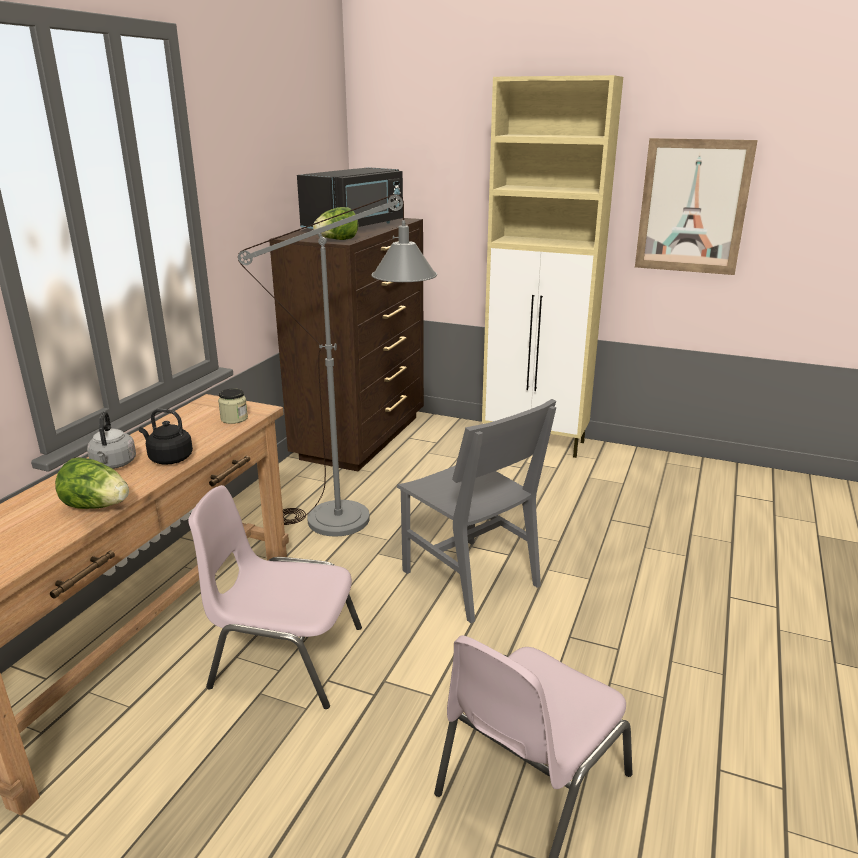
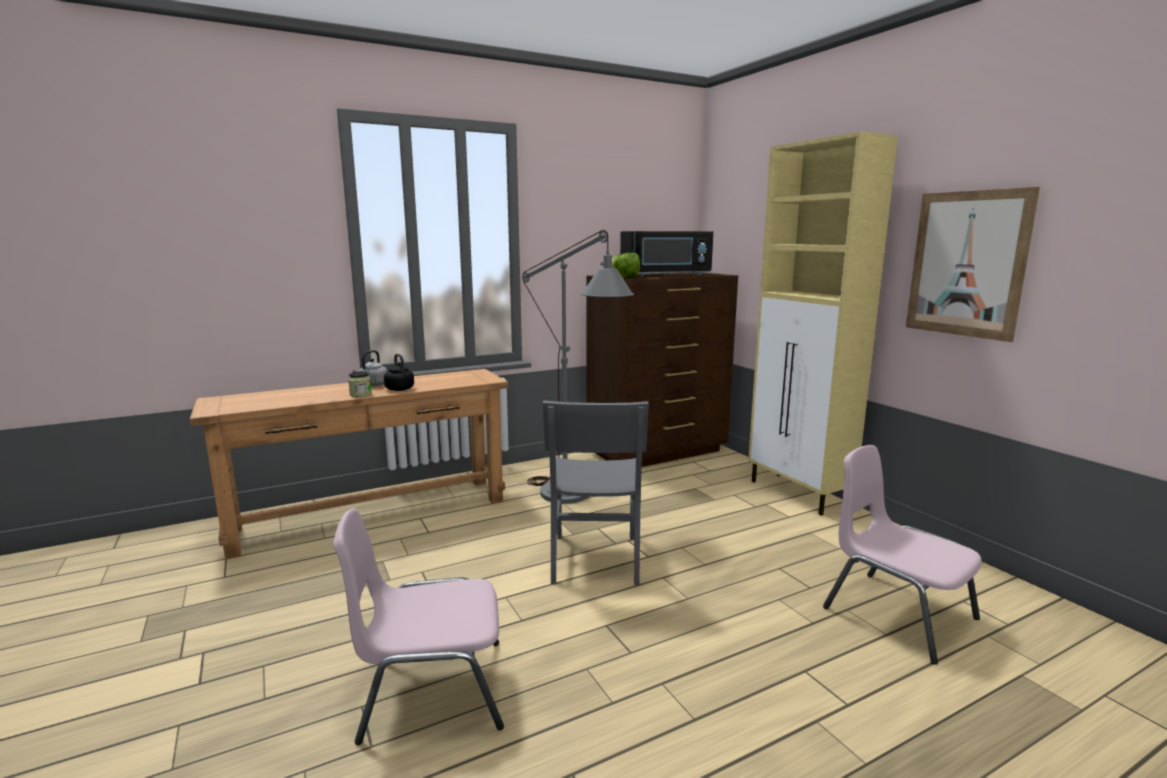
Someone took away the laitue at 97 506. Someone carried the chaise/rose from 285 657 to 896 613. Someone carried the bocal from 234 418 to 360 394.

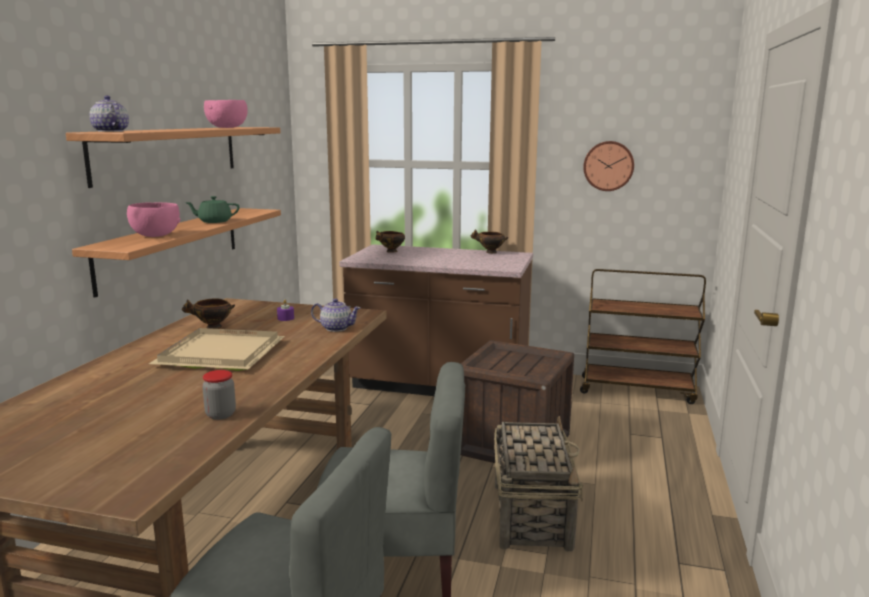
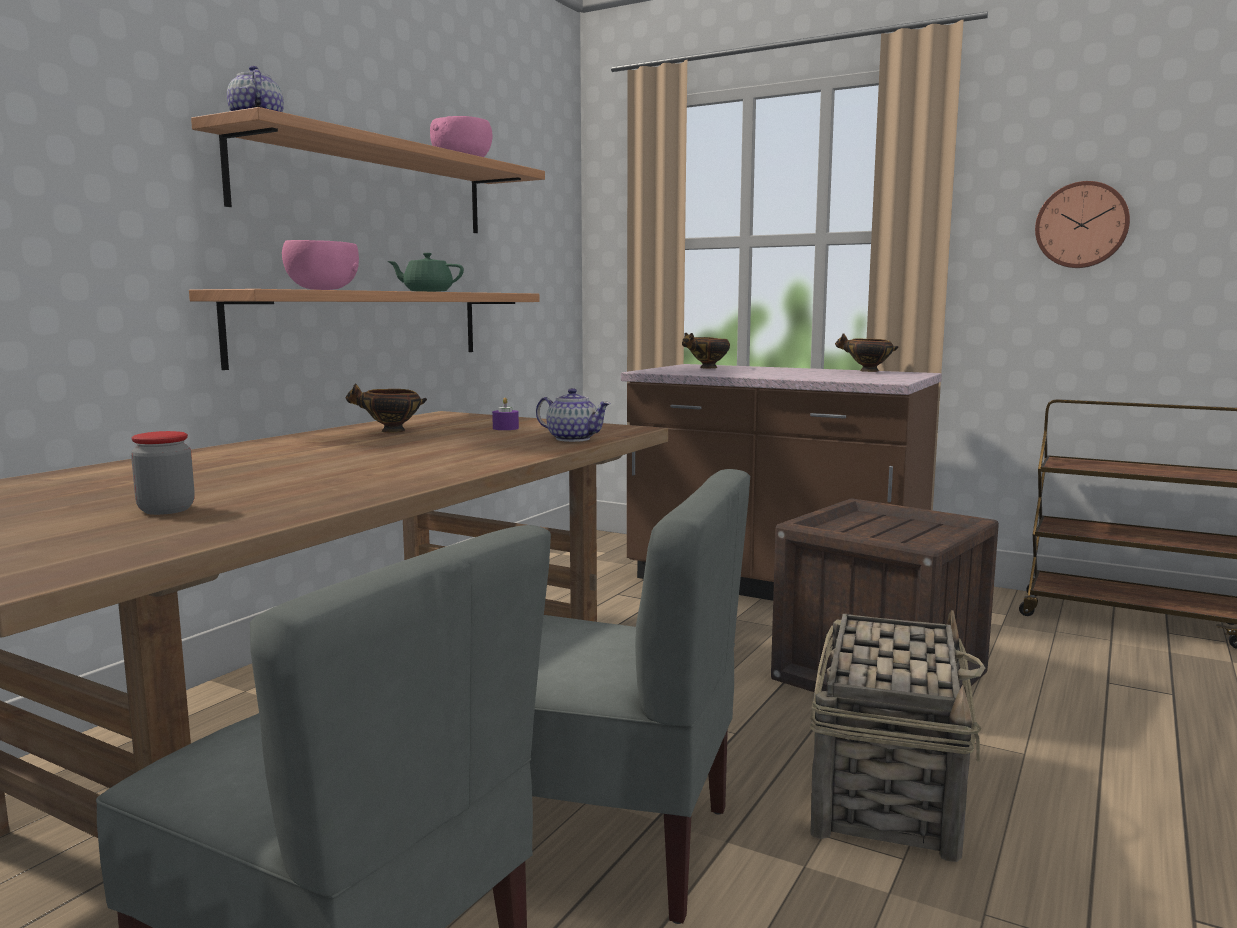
Someone took away the plateau/beige at 222 354. Someone carried the bocal from 220 414 to 166 510.

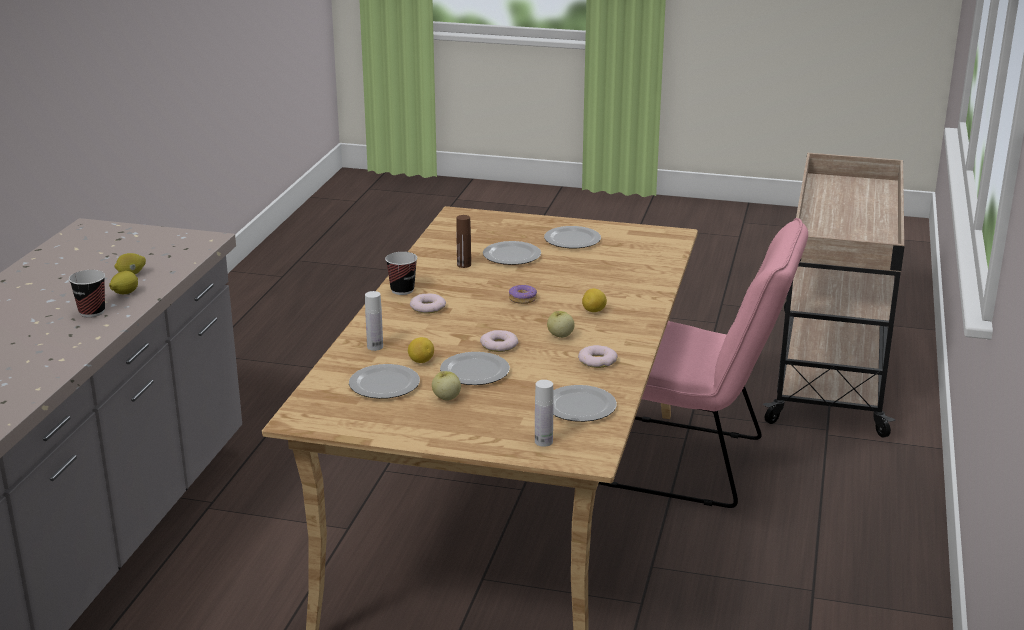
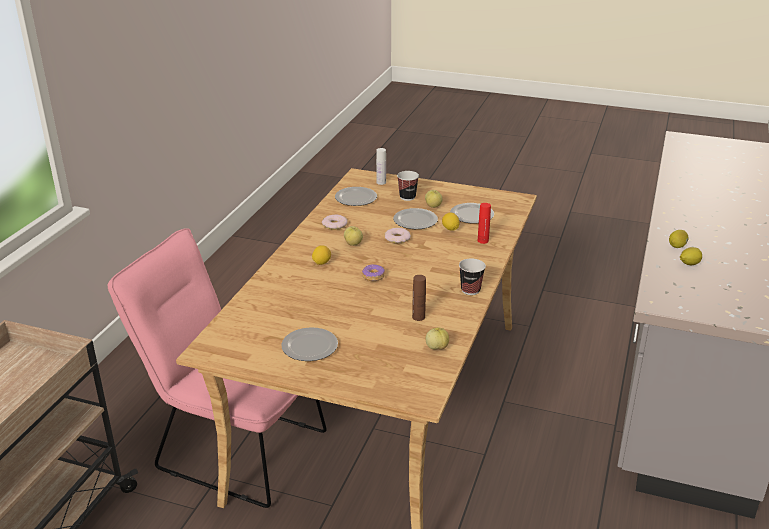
Someone carried the tasse from 92 312 to 407 197. Someone repainted the bouteille/blanc at 375 347, which became the bouteille/rouge at 483 241. Someone took away the beignet at 427 307. Someone took away the assiette at 511 256. Someone put down the pomme at 437 347.

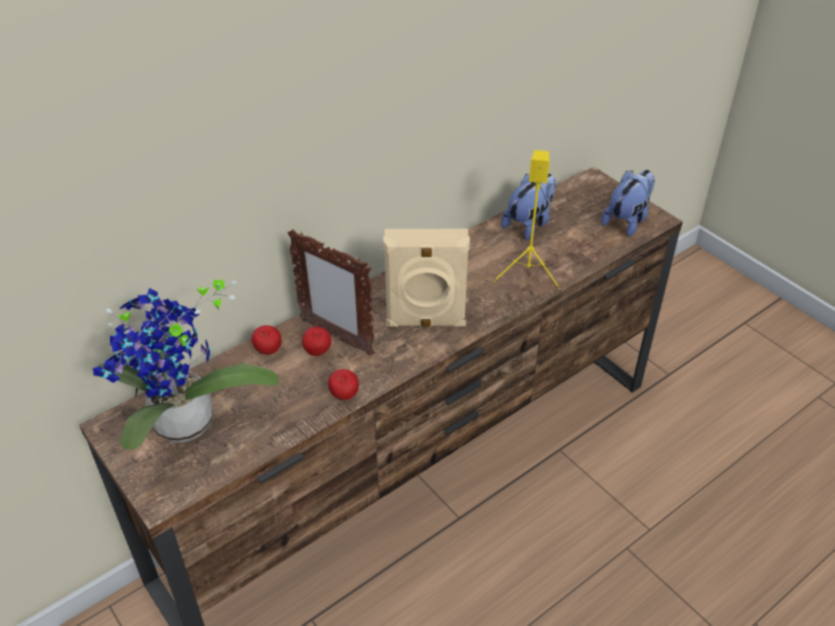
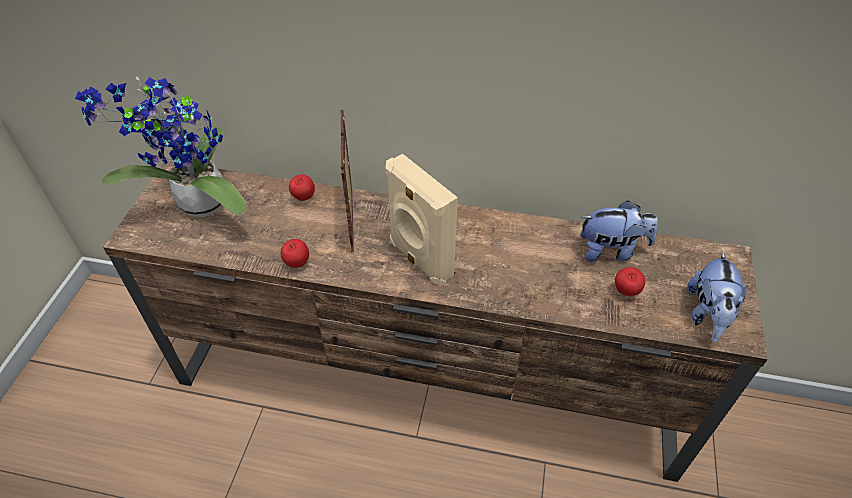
Someone carried the pomme from 318 353 to 625 292. Someone took away the enceinte/jaune at 529 272. Someone rotated the peluche at 627 220 by 105 degrees clockwise.

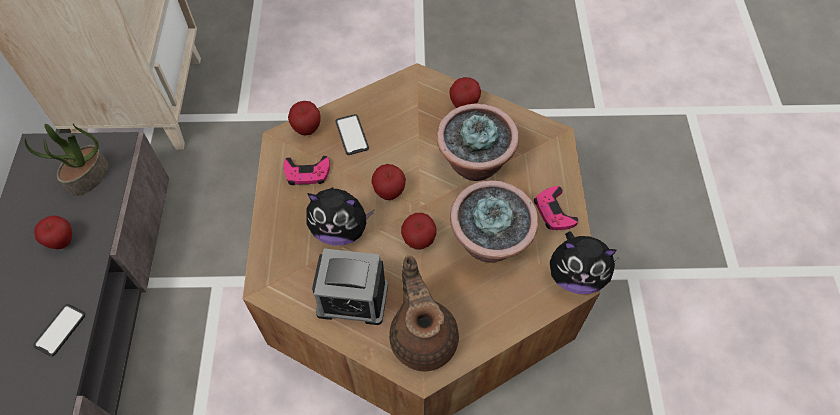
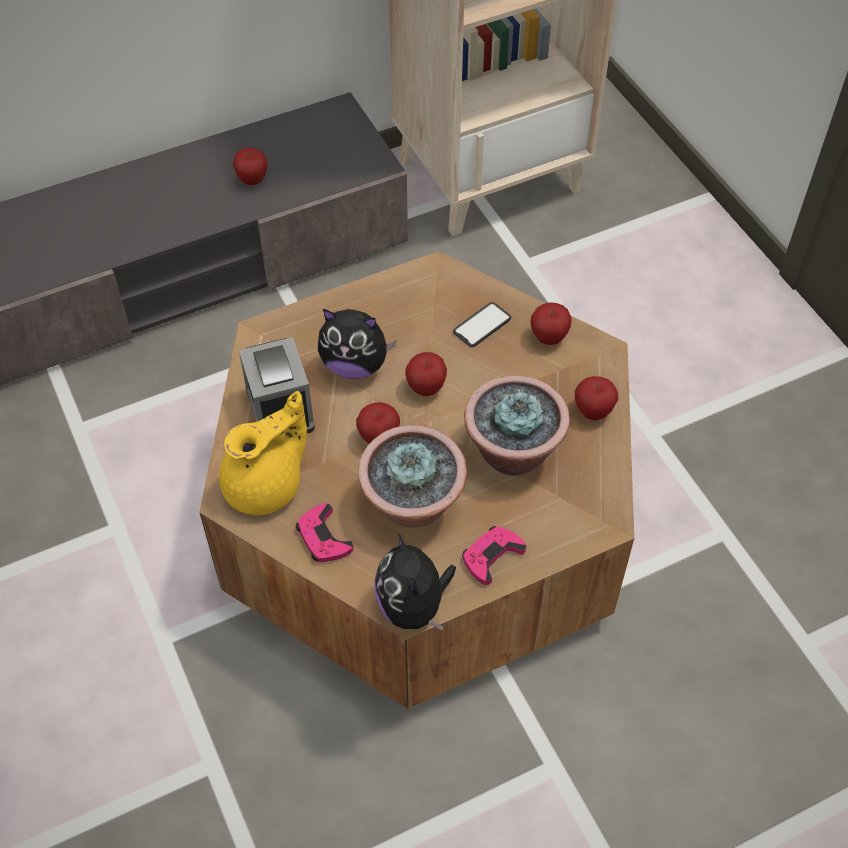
Someone took away the plante en pot at 88 178. Someone took away the téléphone at 60 330. Someone carried the manette/rose from 307 173 to 323 538. Someone carried the pomme from 307 129 to 548 338. Someone rotated the peluche at 340 230 by 60 degrees counterclockwise. Someone repainted the théière/marron at 423 337, which became the théière/jaune at 266 486.

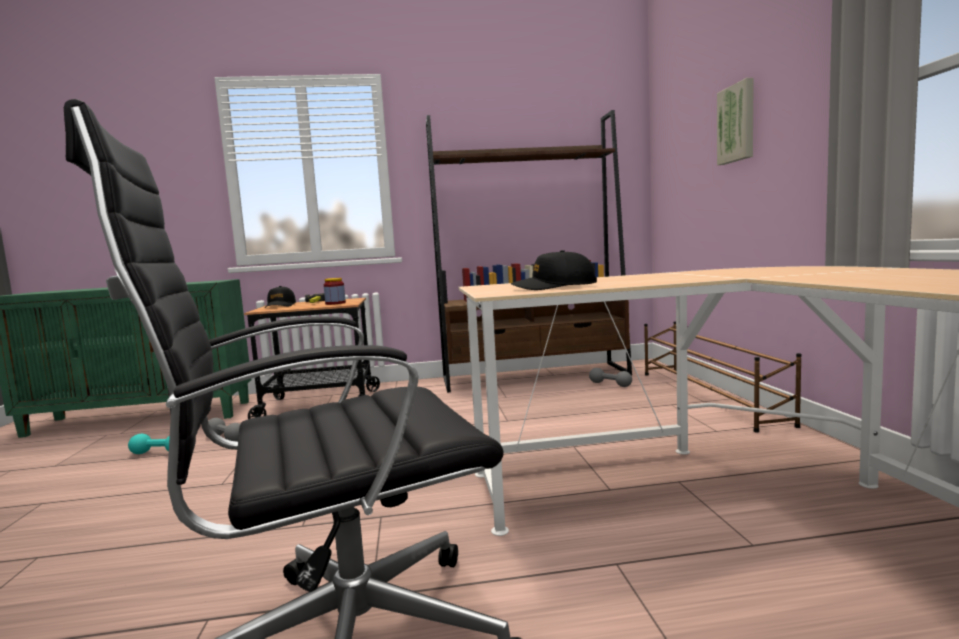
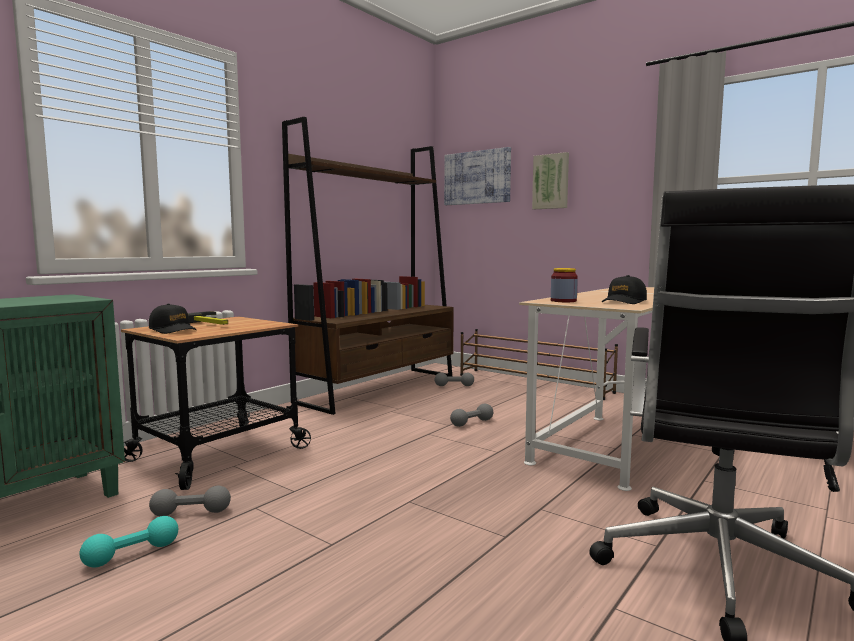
Someone carried the bocal from 335 303 to 563 301. Someone put up the tableau at 477 177. Someone put down the haltère/gris at 472 423.

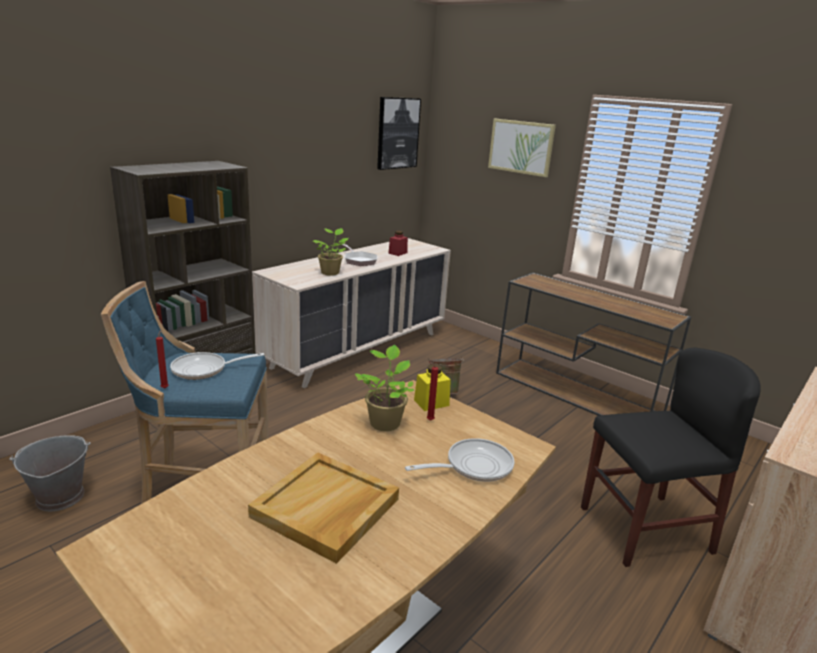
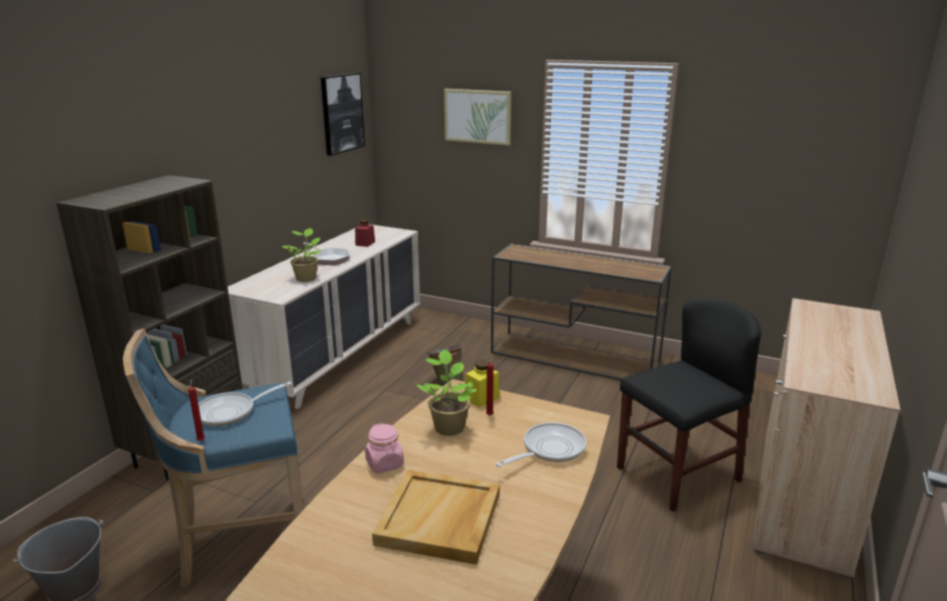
Someone put down the bocal/rose at 385 463.

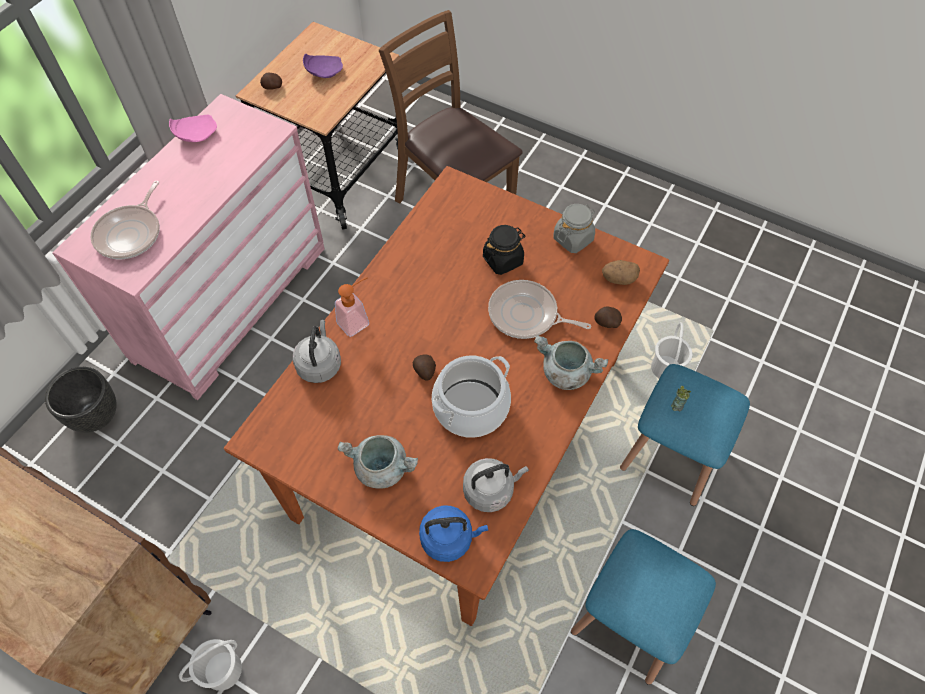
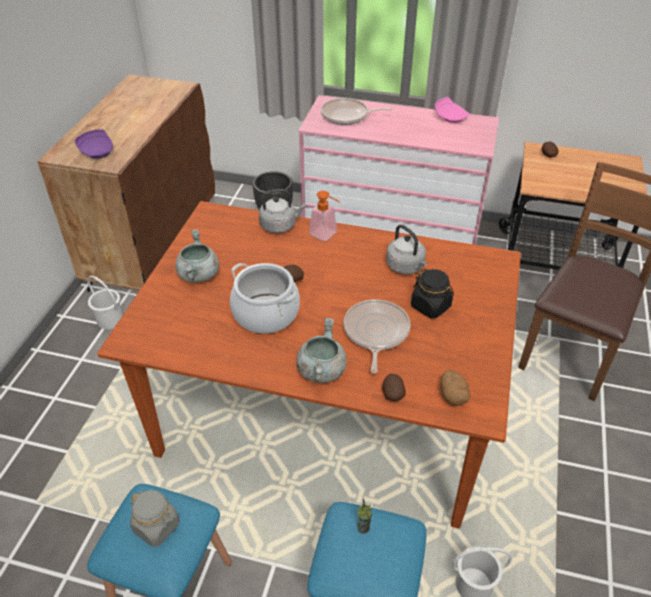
Someone carried the assiette/violet from 323 71 to 98 151. Someone took away the bouilloire/bleu at 449 538. Someone carried the bouilloire/gris from 491 490 to 406 267. Someone carried the bocal/gris from 573 239 to 157 526.

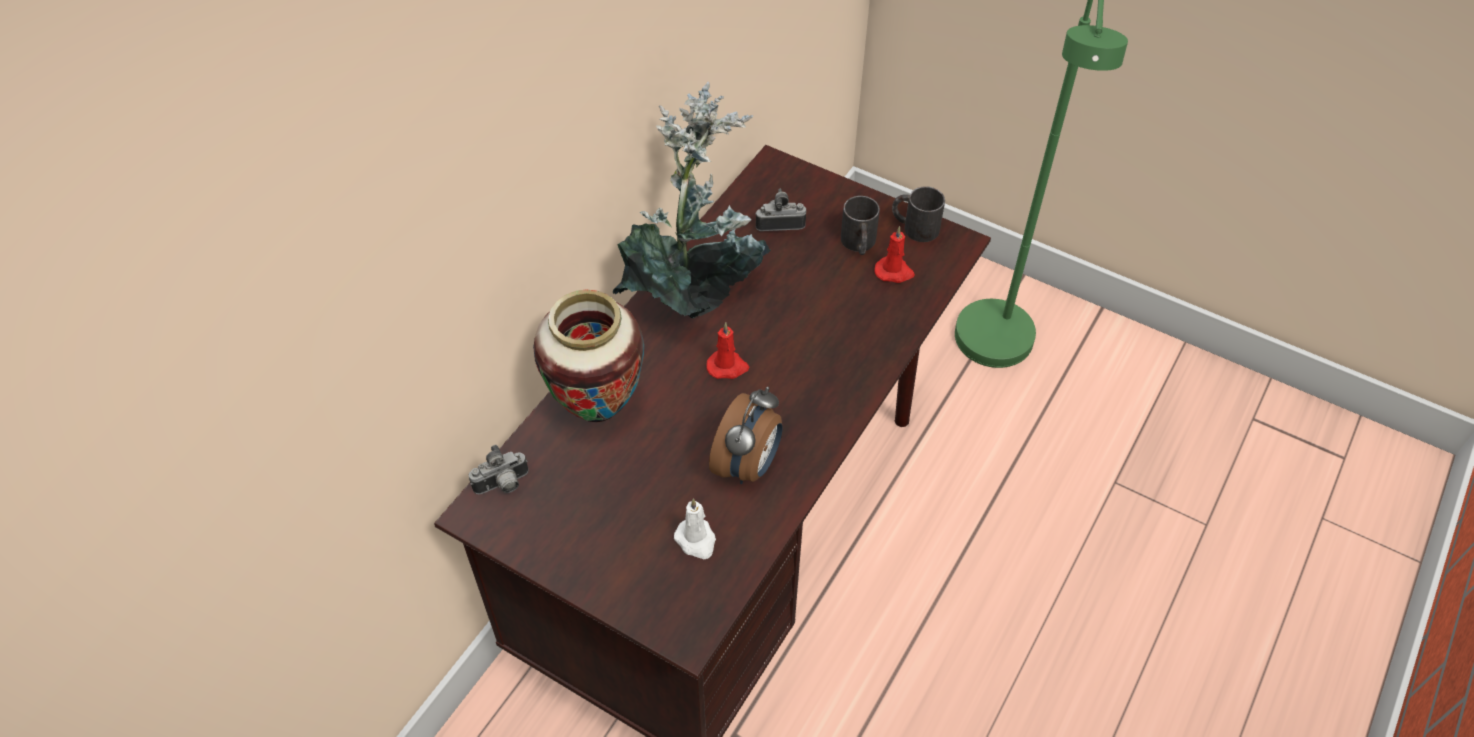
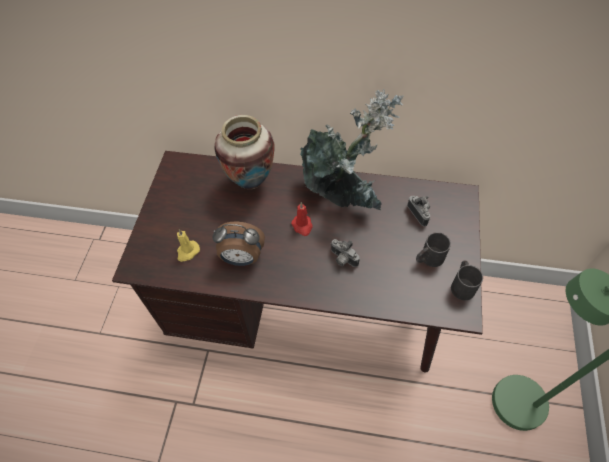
Someone carried the appareil photo from 503 485 to 342 259. Someone repainted the bougie/blanc at 696 540, which became the bougie/jaune at 187 252. Someone took away the bougie/rouge at 894 272.

